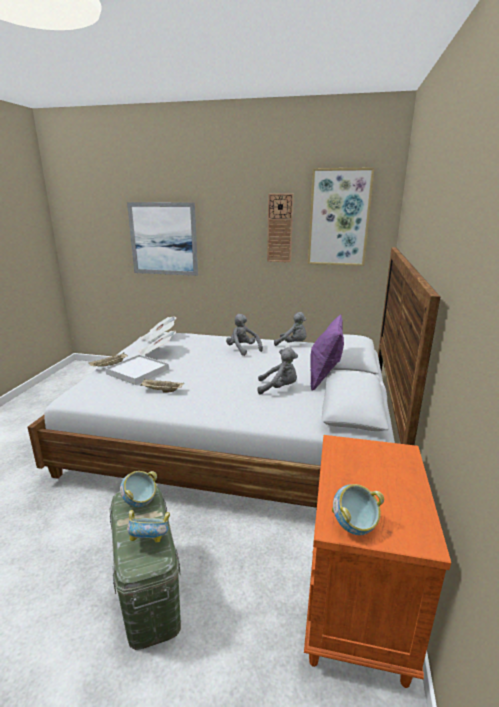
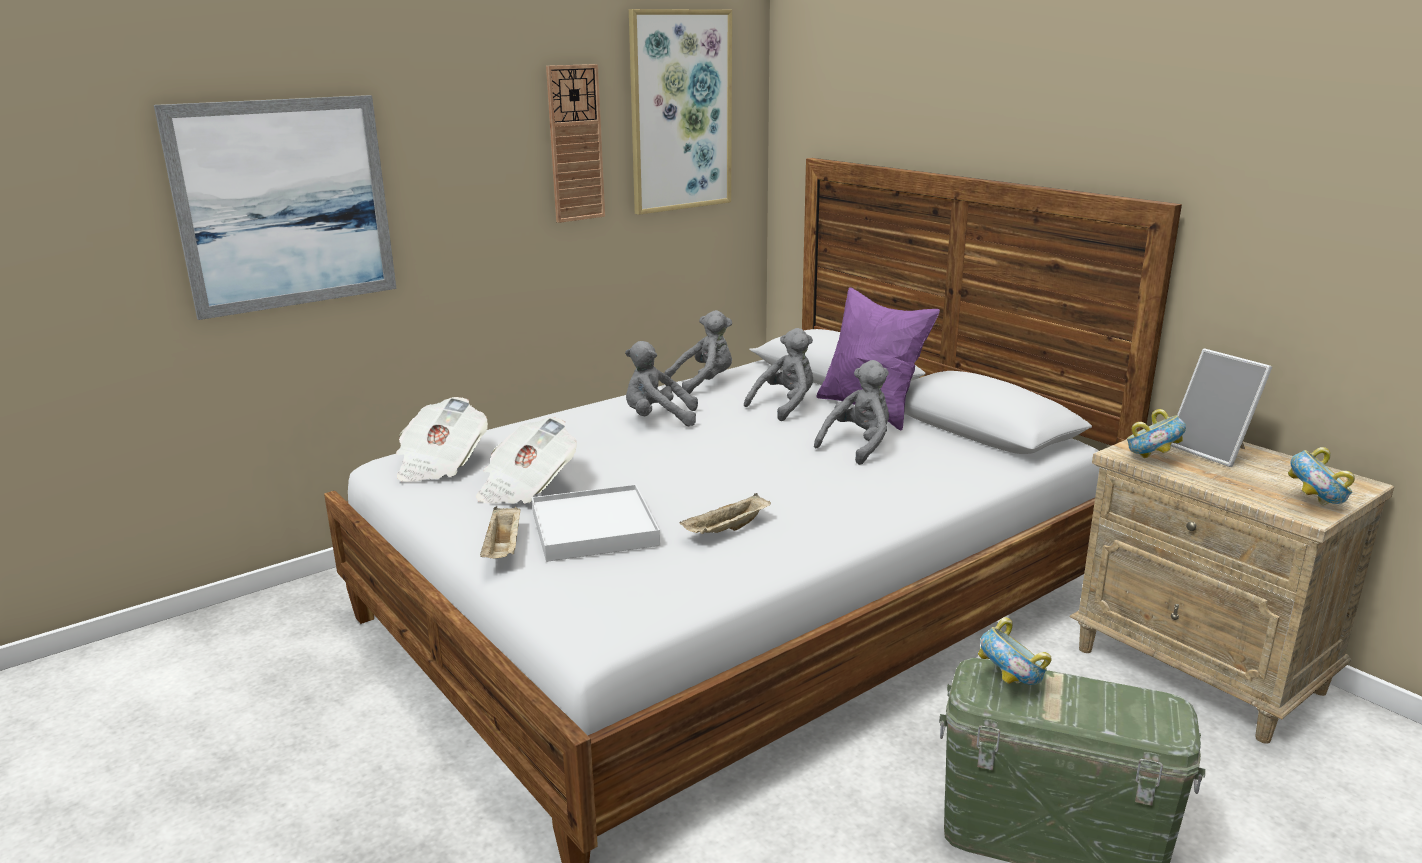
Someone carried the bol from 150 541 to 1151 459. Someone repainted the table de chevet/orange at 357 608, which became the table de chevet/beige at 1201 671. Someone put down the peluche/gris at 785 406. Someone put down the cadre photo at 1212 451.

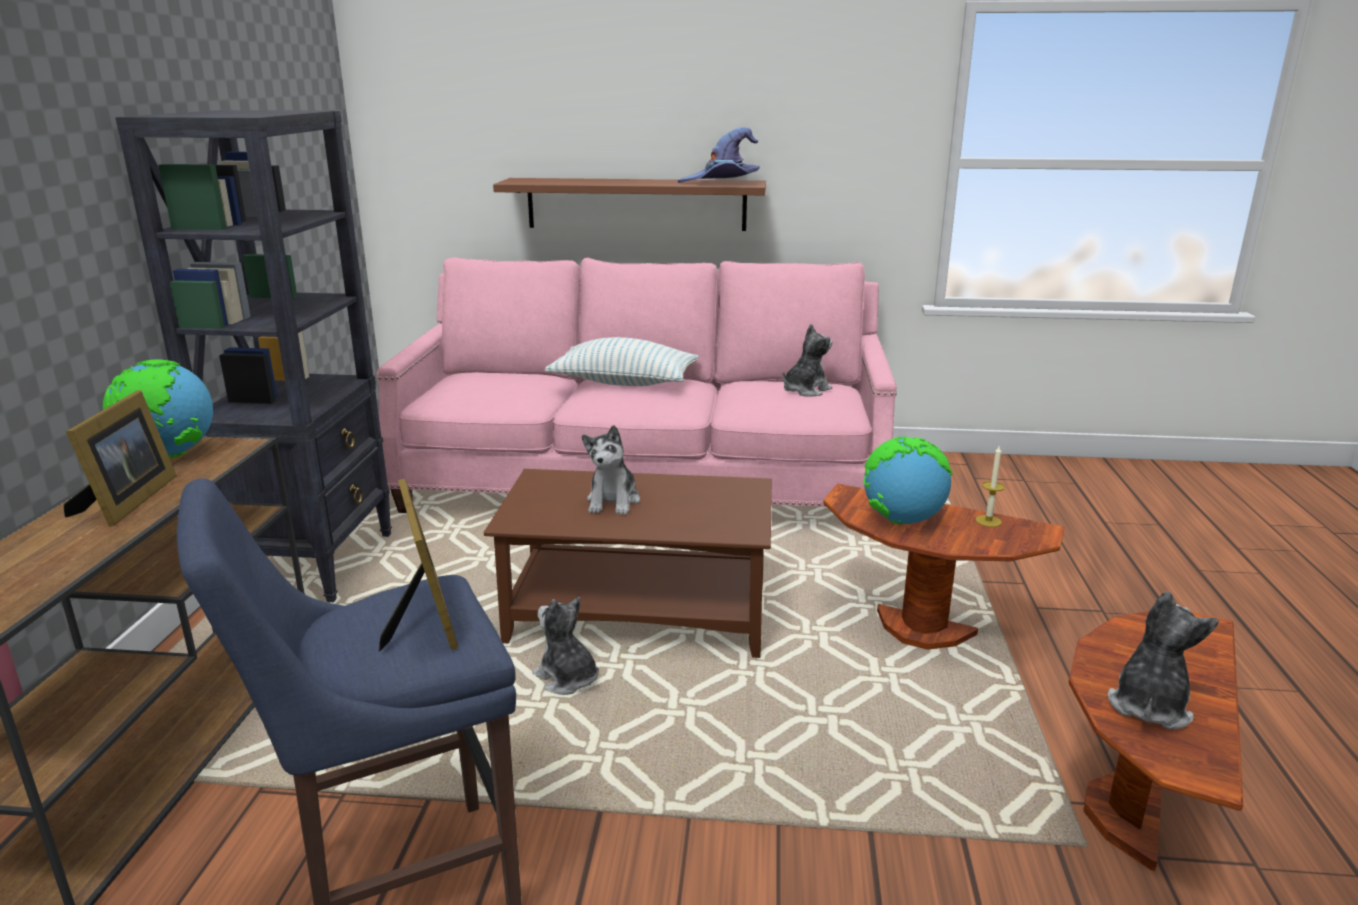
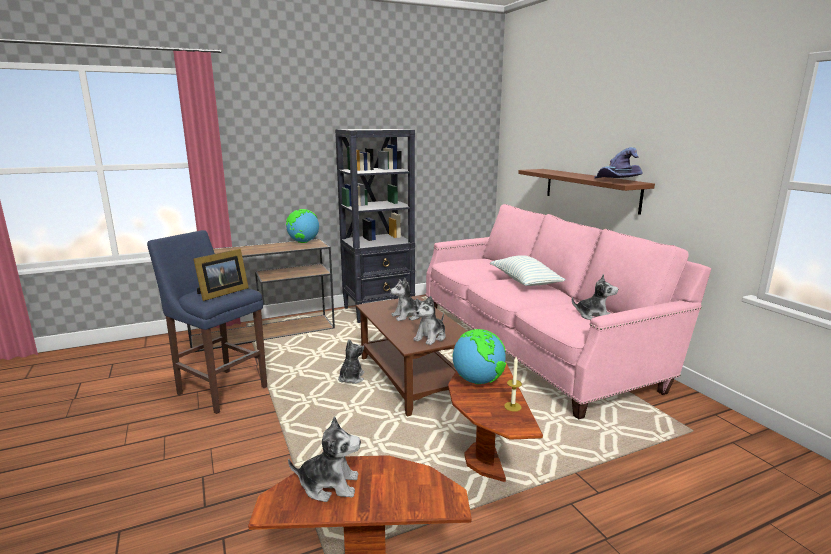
Someone took away the cadre photo at 127 502. Someone put down the peluche at 430 337.

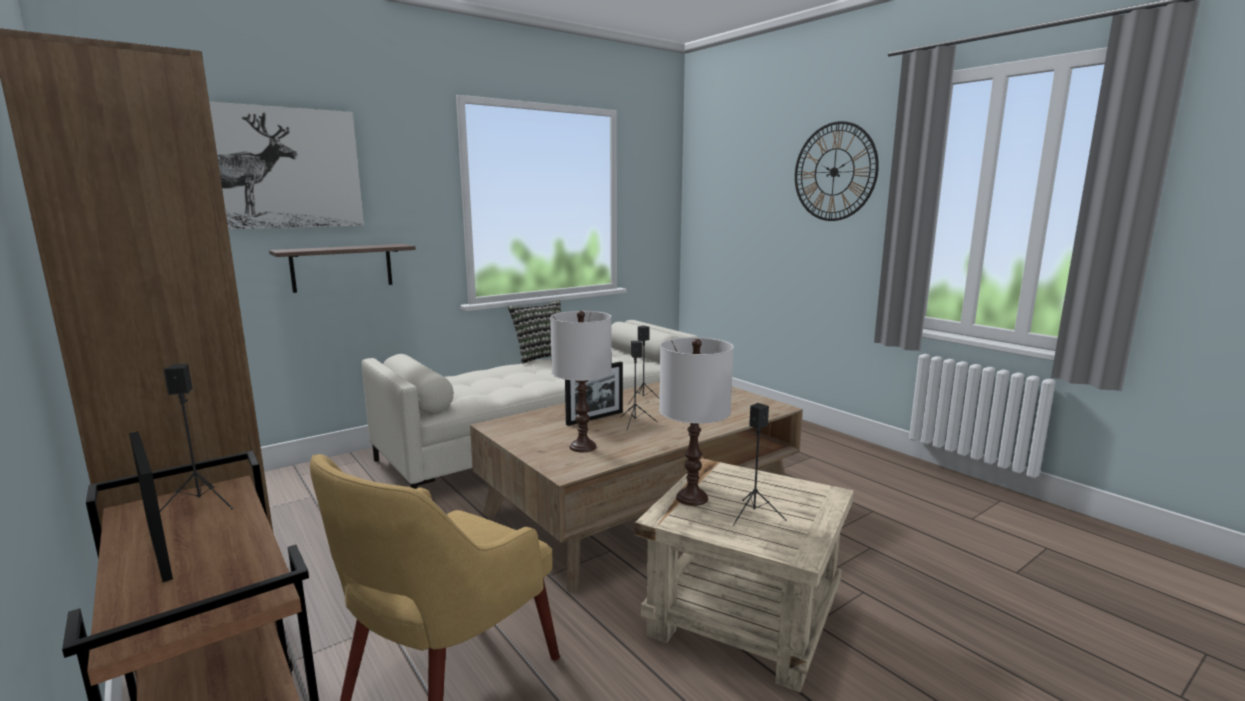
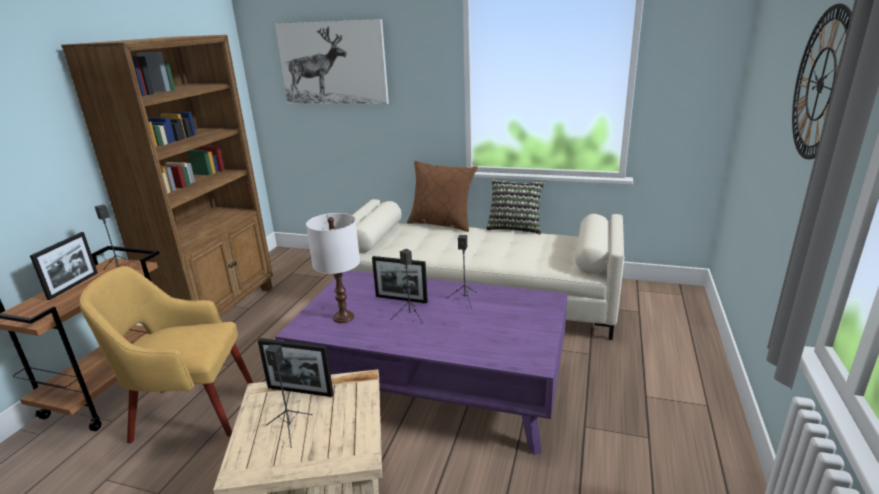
Someone took away the étagère at 342 267. Someone repainted the table basse/marron at 642 504, which became the table basse/violet at 433 382. Someone swapped the lampe de table/blanc at 692 497 for the cadre photo at 300 391. Someone put down the coussin/marron at 442 223.

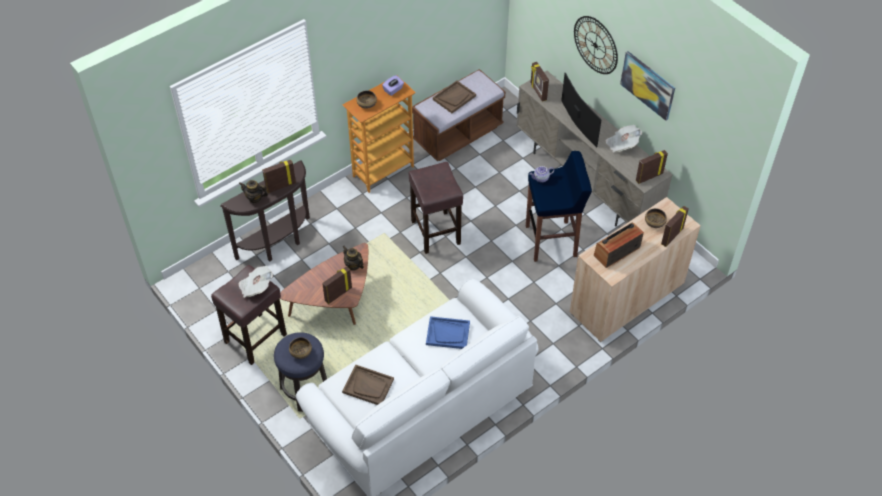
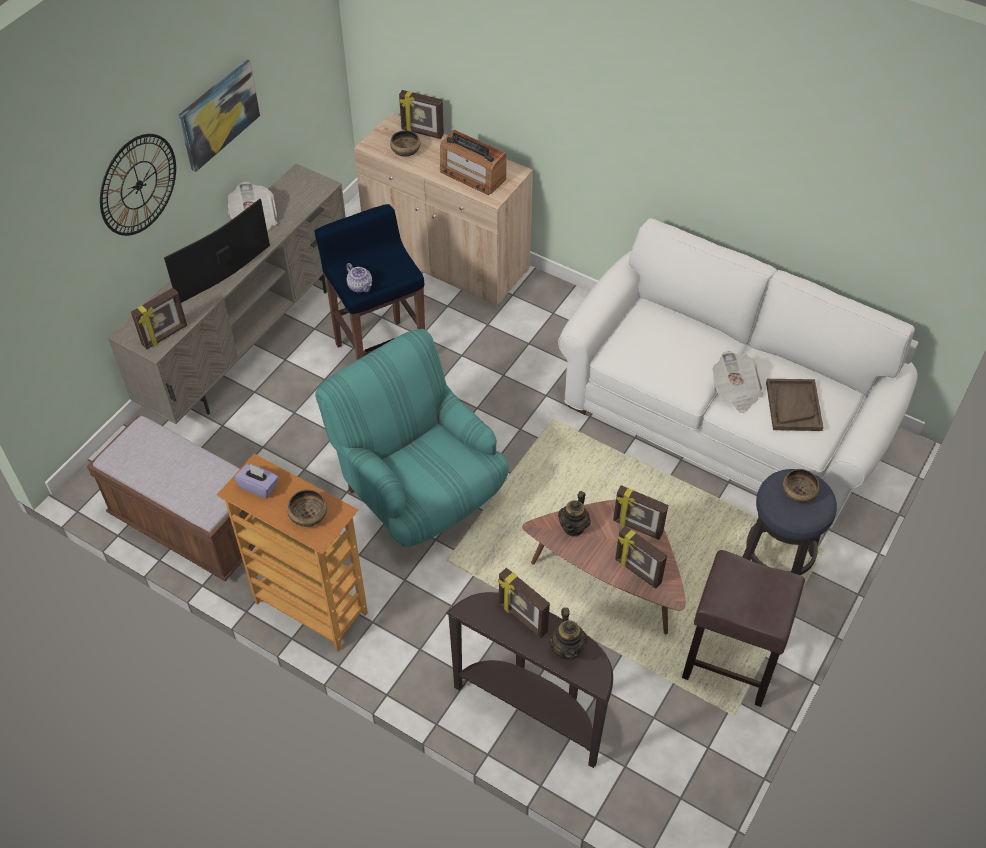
Someone carried the journal from 256 287 to 735 391. Someone swapped the tabouret/marron at 436 233 for the fauteuil/turquoise at 418 491. Someone took away the plateau/bleu at 448 333. Someone took away the plateau/marron at 454 97. Someone carried the cadre photo from 649 177 to 637 572.

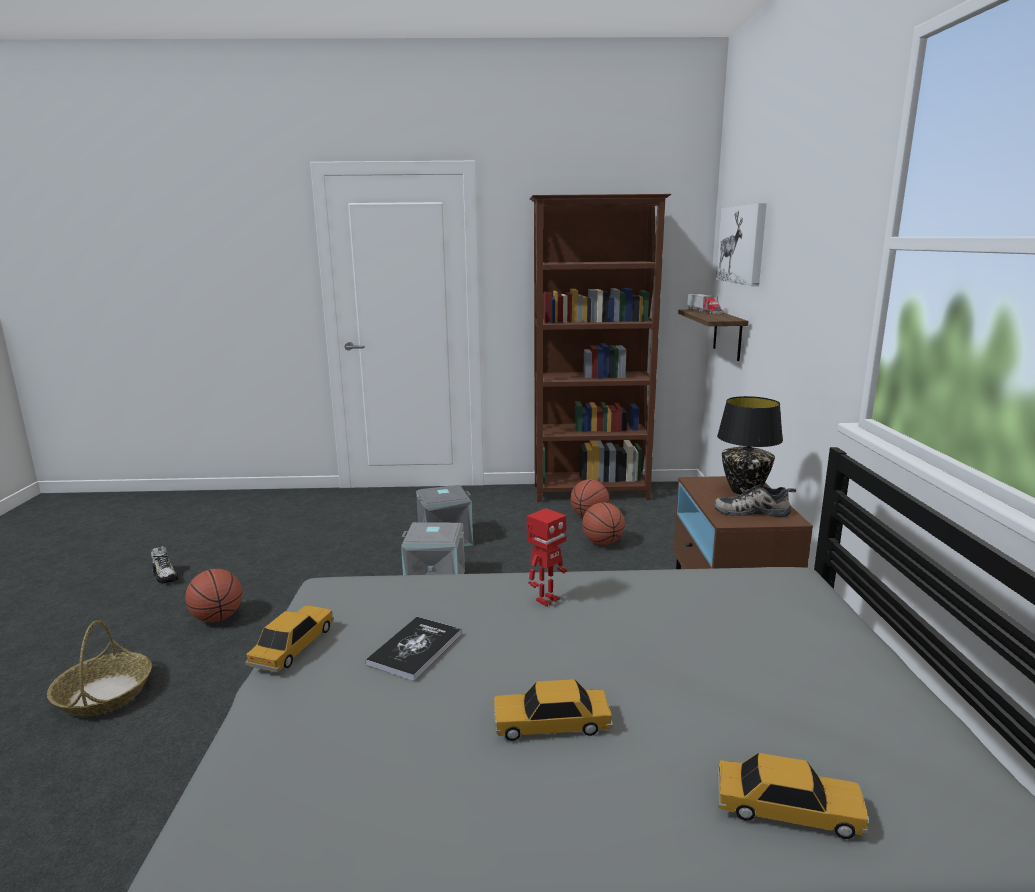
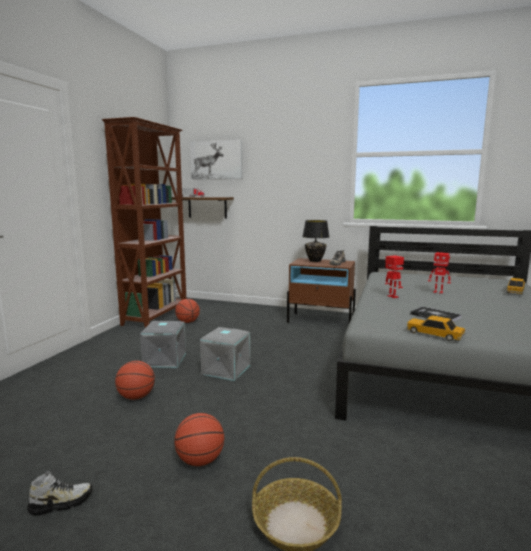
Someone took away the petite voiture at 551 723. Someone carried the ballon de basket from 603 543 to 136 397. Someone put down the robot jouet at 438 292.

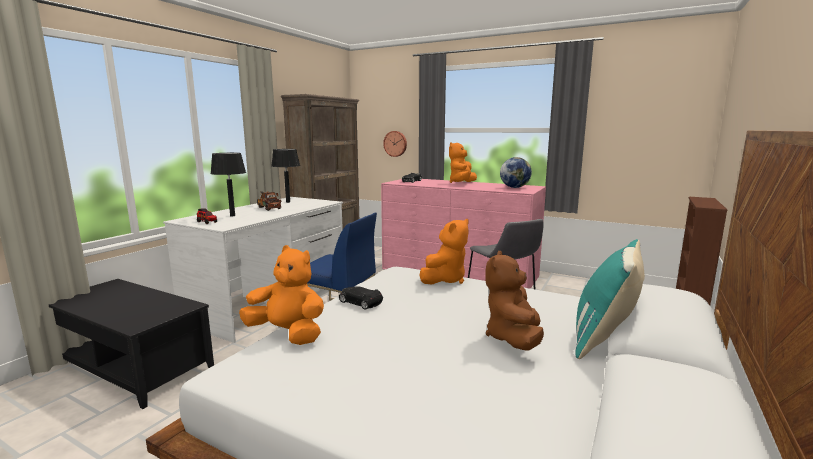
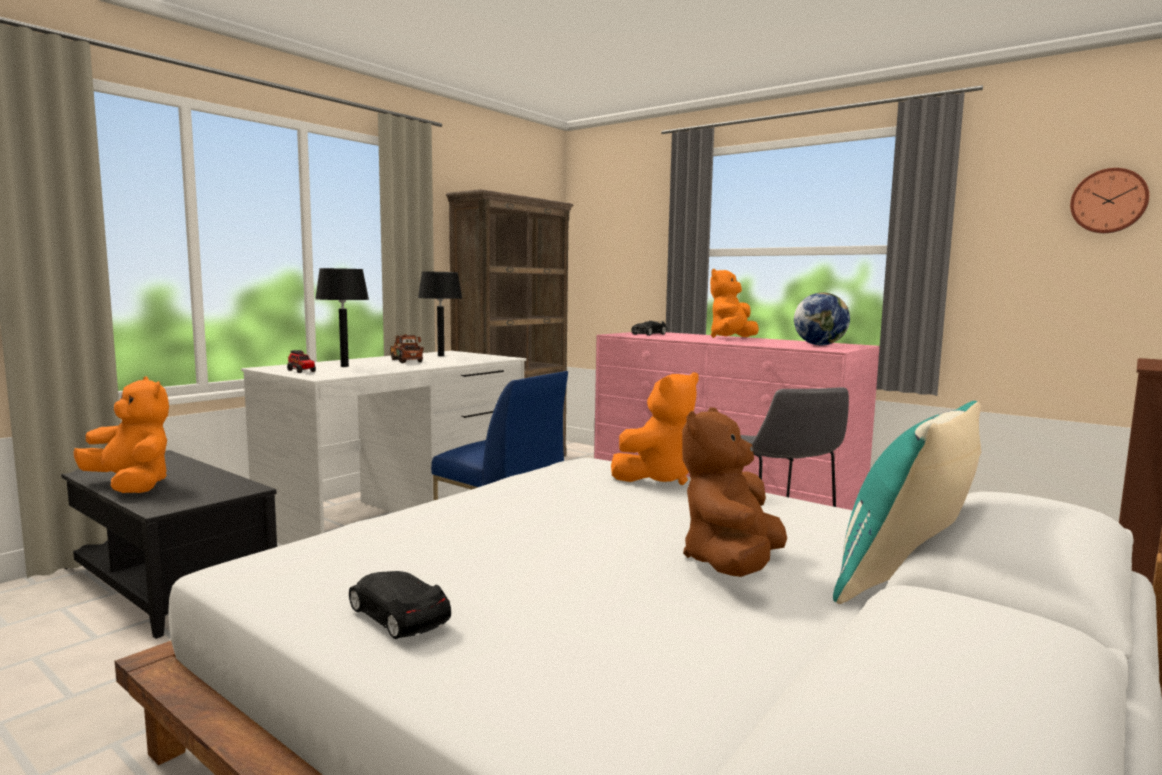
Someone carried the peluche/orange from 288 334 to 132 486. Someone carried the petite voiture/noir from 360 302 to 398 615. Someone carried the horloge murale from 395 143 to 1108 201.

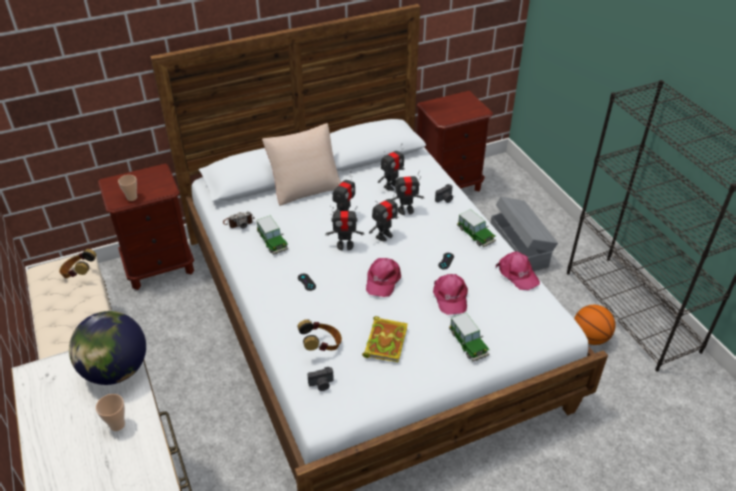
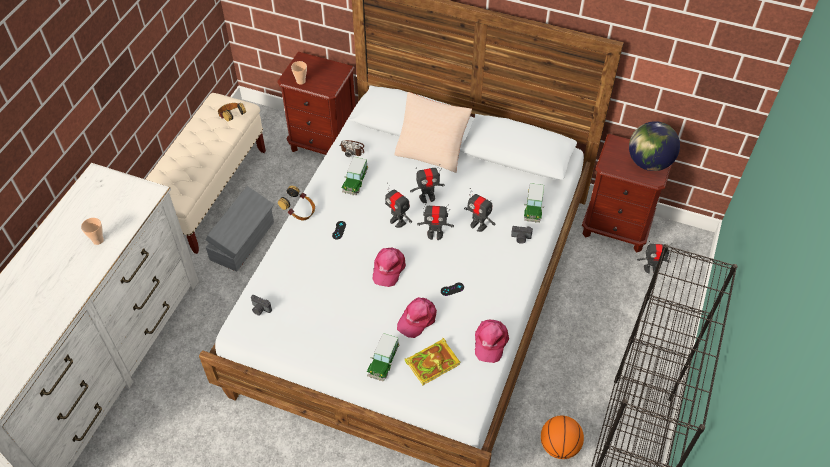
Someone carried the globe from 115 370 to 648 162. Someone carried the casque audio from 321 345 to 299 212. Someone carried the livre from 385 340 to 433 362. Someone rotated the casquette/rose at 382 280 by 45 degrees counterclockwise. Someone carried the robot jouet from 391 186 to 651 268. Someone carried the petite voiture from 476 235 to 533 208. Someone carried the boîte de rangement/gris from 519 248 to 243 240.

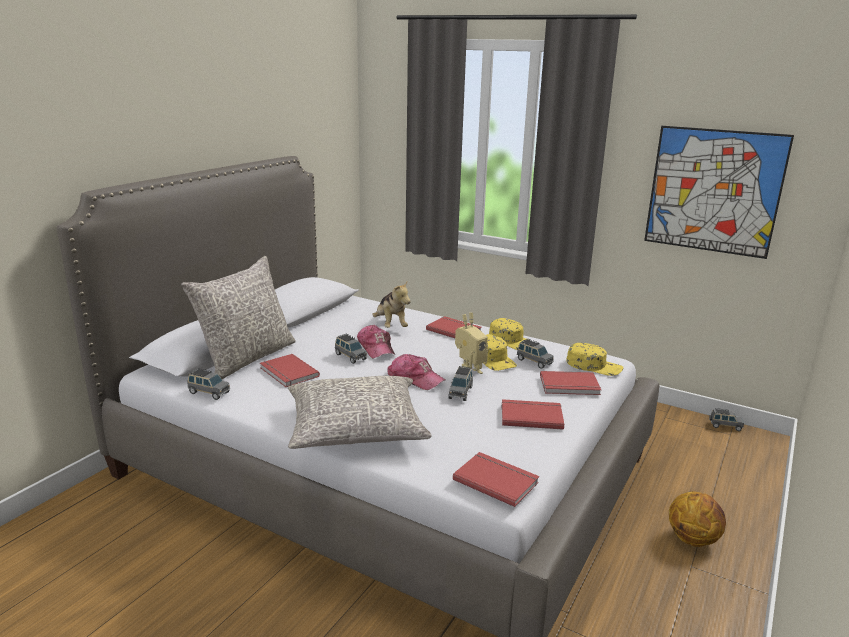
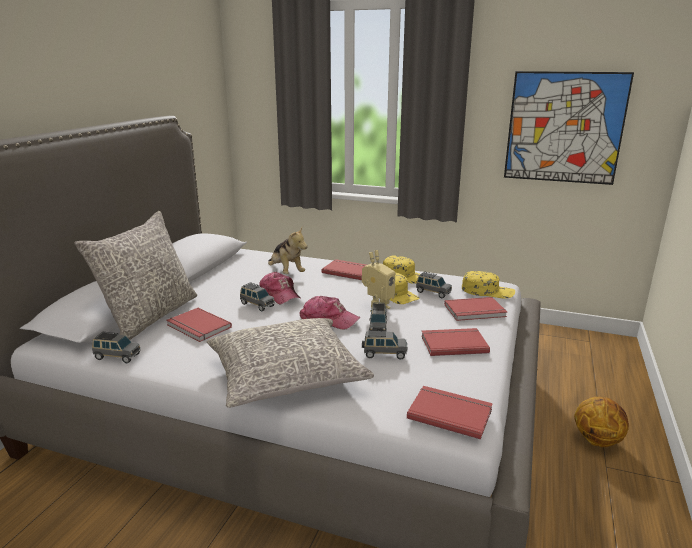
Someone carried the petite voiture/gris from 725 426 to 384 354.

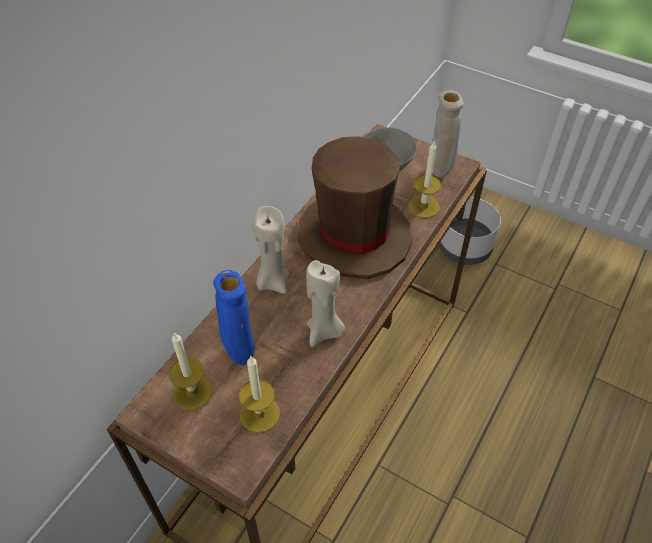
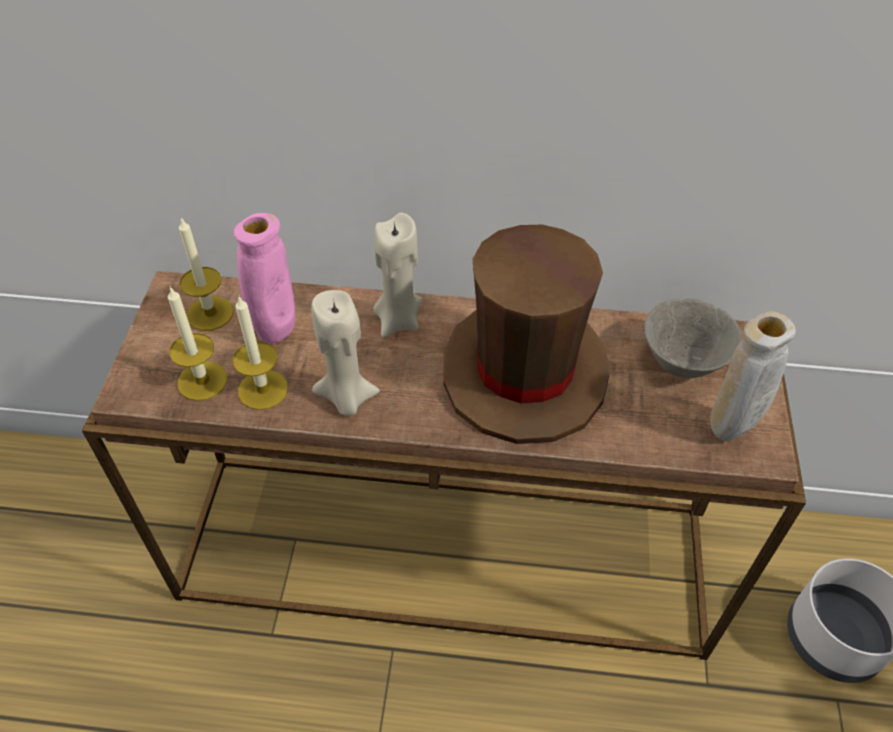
Someone repainted the vase/bleu at 240 354, which became the vase/rose at 276 332. Someone carried the bougie from 423 206 to 263 390.

